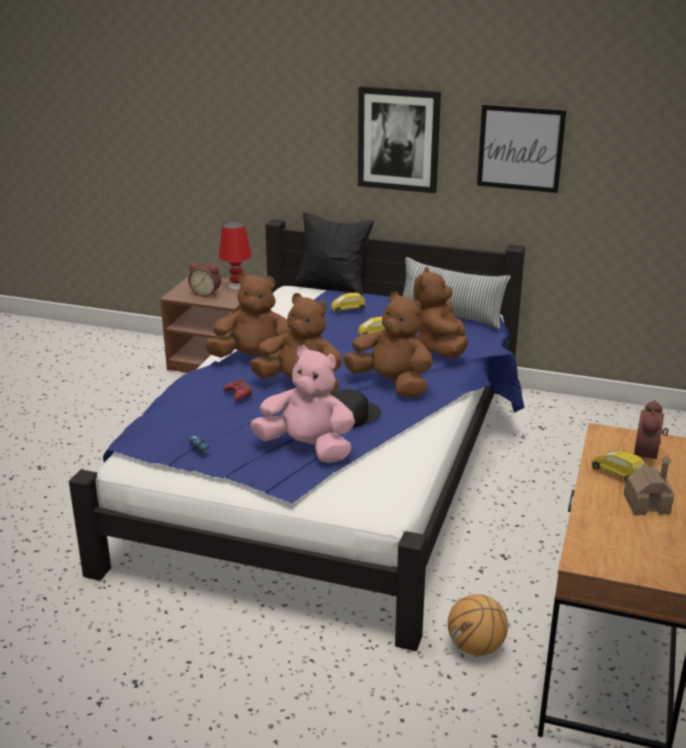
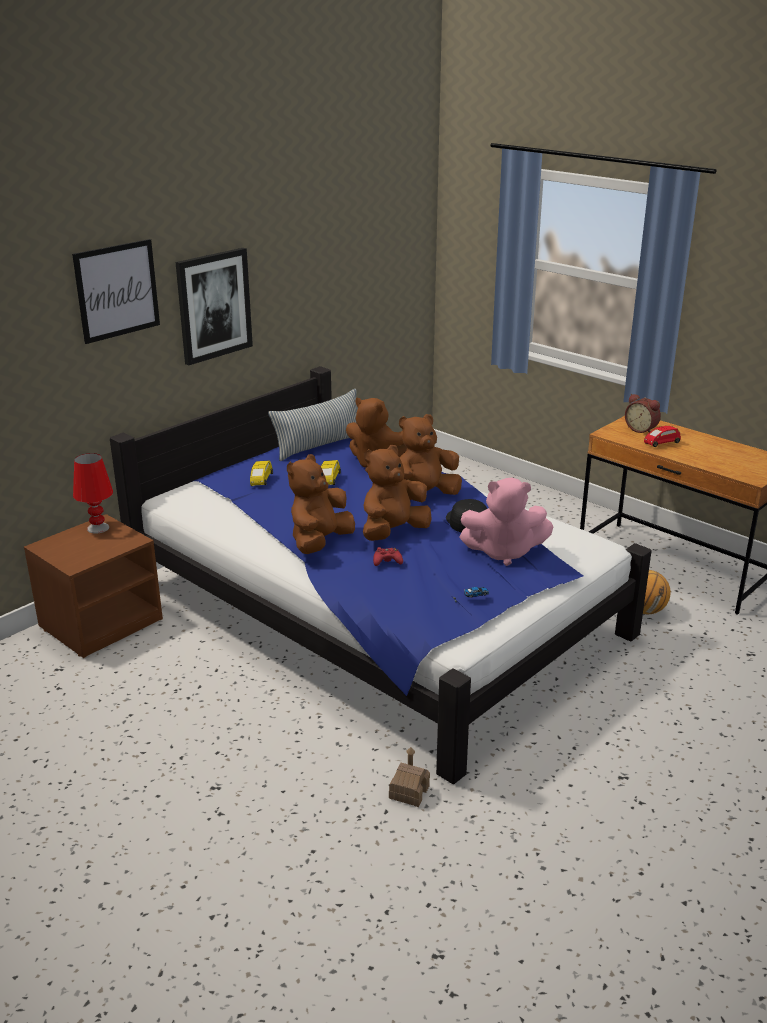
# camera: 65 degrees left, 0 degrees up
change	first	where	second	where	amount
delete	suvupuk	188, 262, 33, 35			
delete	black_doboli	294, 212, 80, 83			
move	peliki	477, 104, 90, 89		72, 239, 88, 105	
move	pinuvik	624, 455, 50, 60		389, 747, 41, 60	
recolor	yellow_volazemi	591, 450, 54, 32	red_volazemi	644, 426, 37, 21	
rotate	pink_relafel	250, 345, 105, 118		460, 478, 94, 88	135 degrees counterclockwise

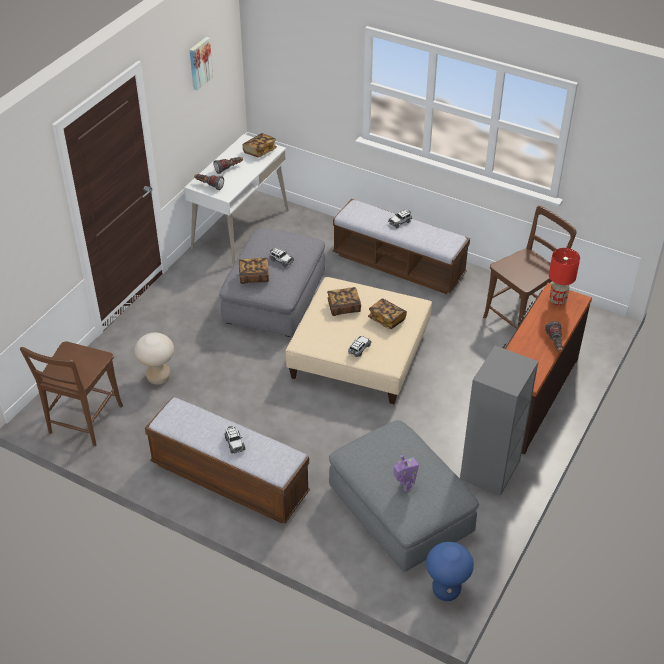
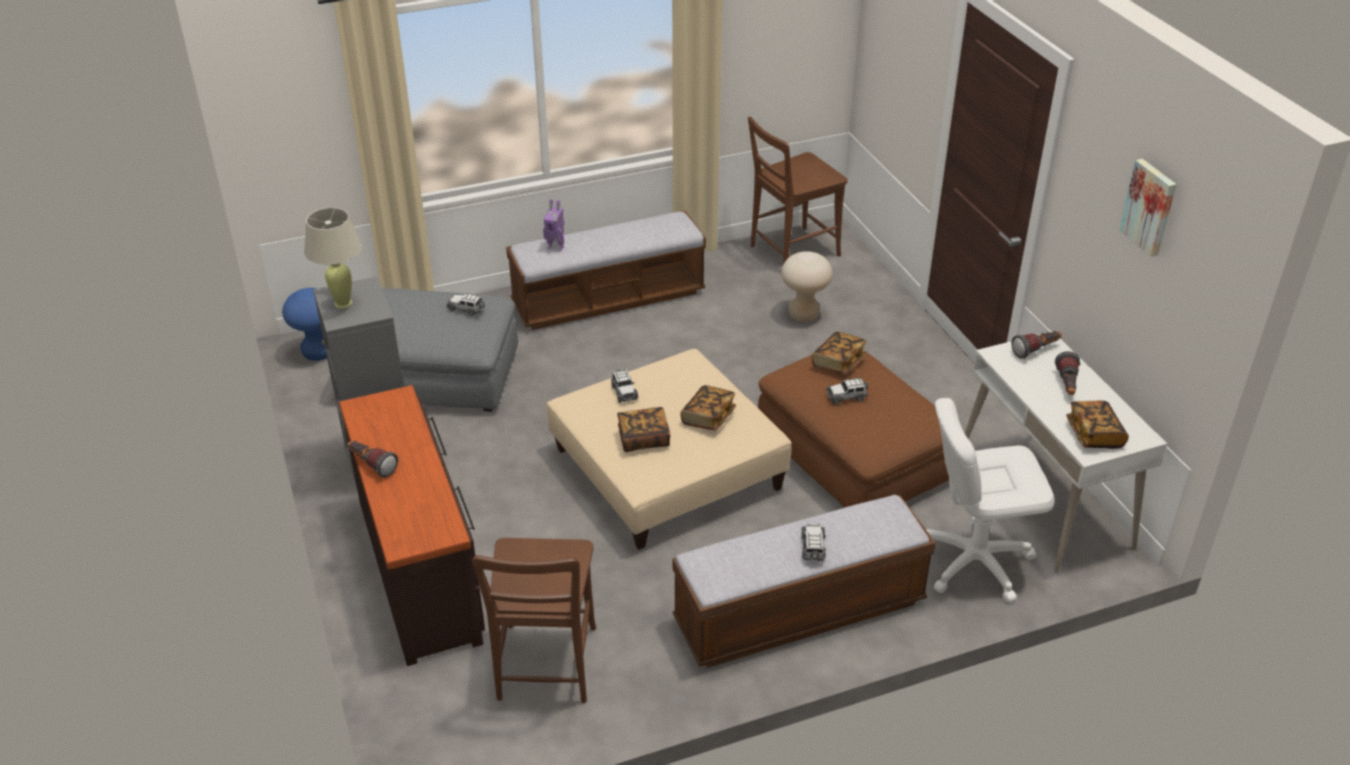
# camera: 130 degrees right, 5 degrees down
change	first	where	second	where	amount
delete	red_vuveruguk	549, 248, 31, 57			
insert			beige_vuveruguk	304, 207, 58, 102	
insert			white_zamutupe	927, 398, 128, 205	
move	volazemi	224, 426, 22, 28		447, 293, 38, 23	
move	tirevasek	394, 455, 25, 37		543, 199, 22, 52	
recolor	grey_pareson	219, 228, 106, 109	brown_pareson	758, 350, 191, 157	
rotate	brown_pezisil	20, 341, 103, 105		748, 116, 100, 148	90 degrees counterclockwise

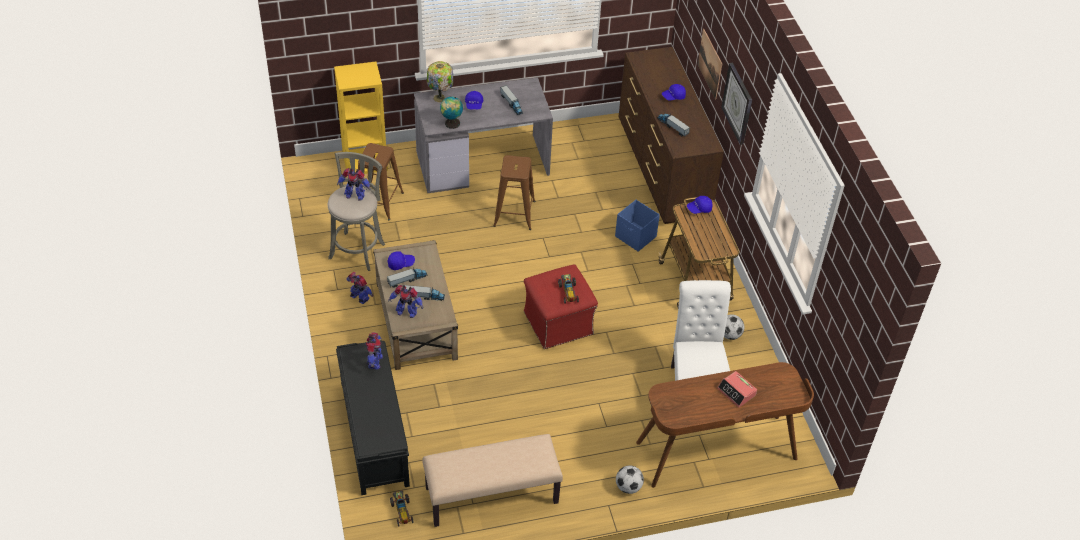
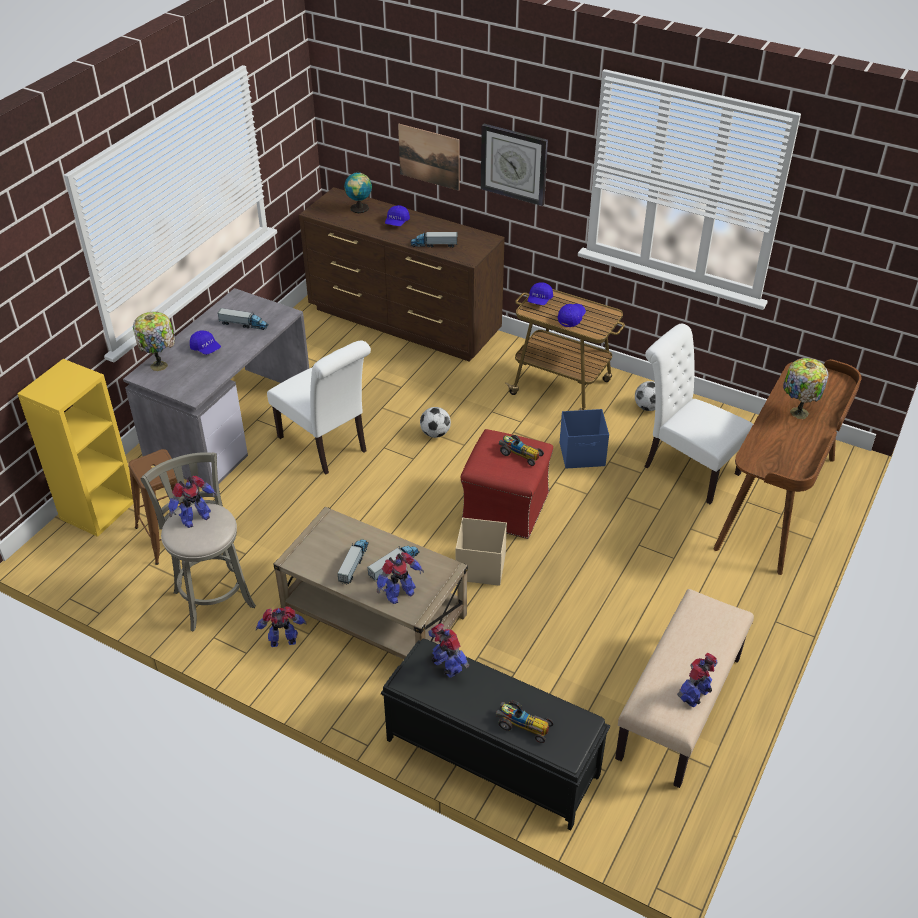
# camera: 45 degrees left, 5 degrees down
change	first	where	second	where	amount
insert			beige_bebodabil	456, 518, 51, 68	
insert			tirevasek	677, 653, 41, 54	
move	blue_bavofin	388, 251, 27, 19		558, 304, 28, 23	
move	volazemi	390, 491, 24, 36		496, 700, 58, 43	
move	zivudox	440, 96, 23, 33		344, 171, 28, 42	
move	blue_bebodabil	615, 200, 45, 52		560, 409, 49, 60	
move	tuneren	616, 465, 28, 29		420, 407, 31, 31	
replace	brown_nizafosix	493, 155, 42, 75	white_pezisil	267, 340, 104, 134	
replace	suvupuk	717, 371, 40, 37	vuveruguk	783, 358, 45, 61	

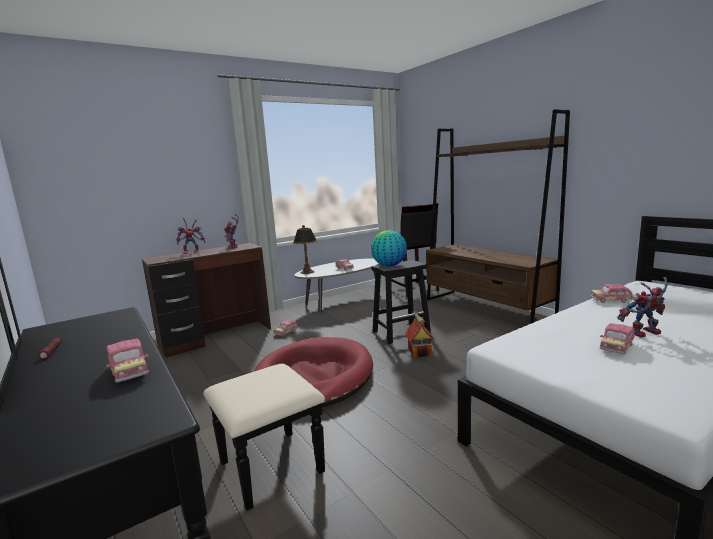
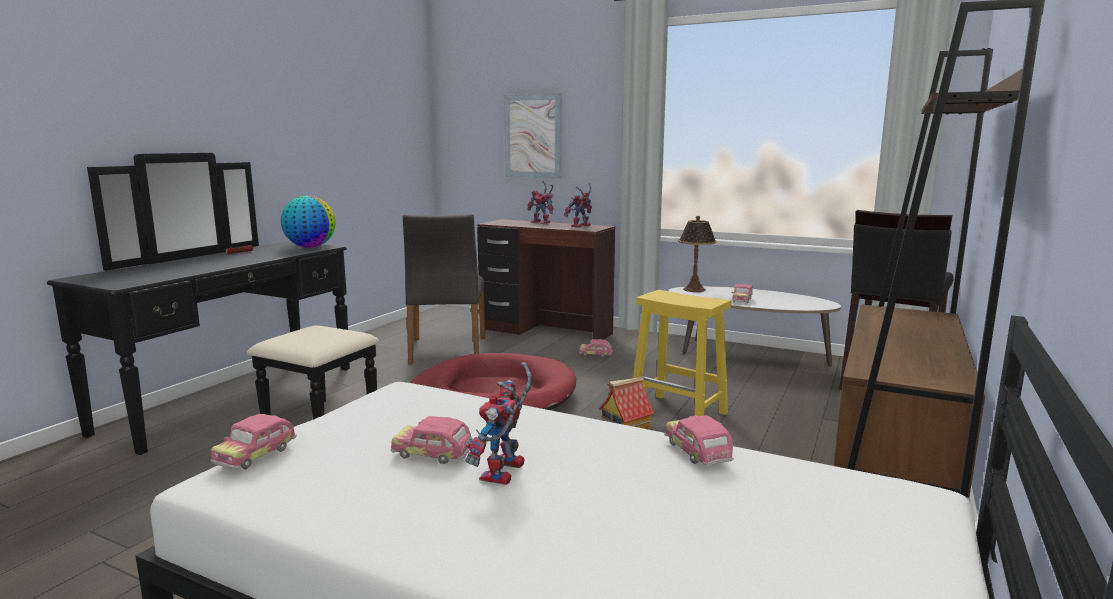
# camera: 60 degrees right, 0 degrees up
change	first	where	second	where	amount
insert			grey_pezisil	403, 214, 82, 150	
insert			peliki	504, 93, 58, 86	
move	volazemi	106, 338, 43, 45		210, 414, 87, 56	
move	zivudox	371, 230, 36, 36		281, 196, 55, 52	
recolor	black_nizafosix	372, 260, 59, 84	yellow_nizafosix	633, 290, 98, 127	
rotate	tirevasek	617, 277, 51, 60		465, 362, 67, 123	120 degrees counterclockwise

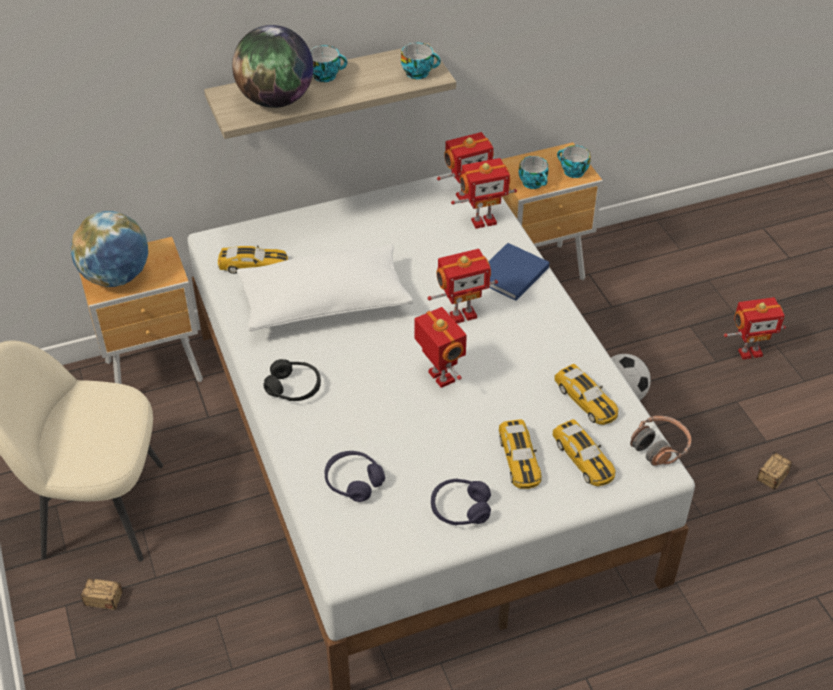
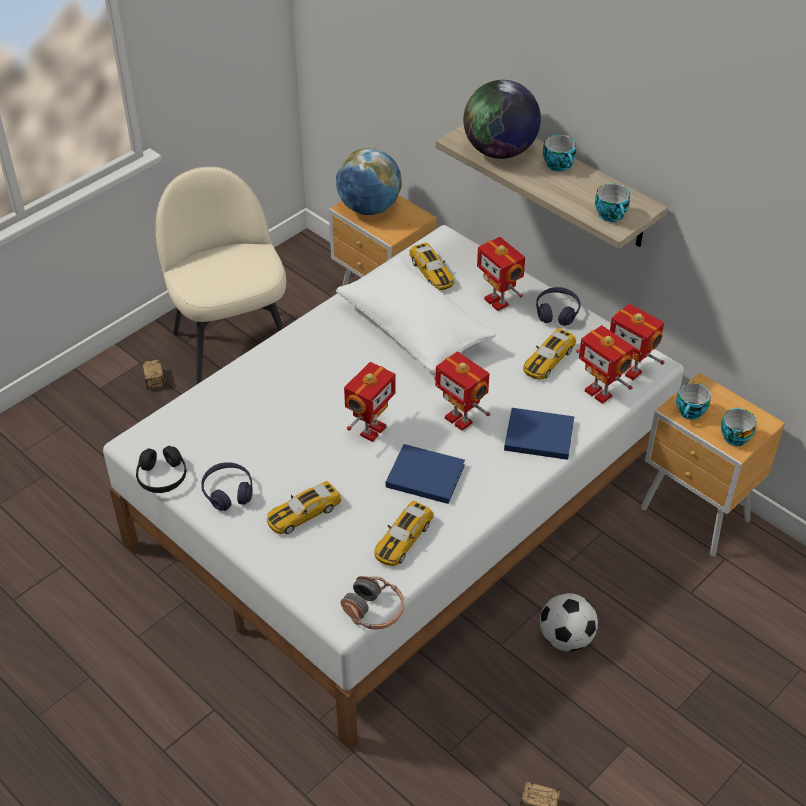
# camera: 65 degrees right, 0 degrees up
change	first	where	second	where	amount
insert			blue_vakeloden	386, 444, 79, 60	
move	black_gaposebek	264, 359, 57, 42		136, 446, 51, 47	
move	purple_gaposebek	325, 451, 60, 51		536, 287, 45, 39	
move	volazemi	552, 419, 64, 67		523, 328, 53, 52	
move	tirevasek	724, 297, 62, 63		477, 237, 48, 74	

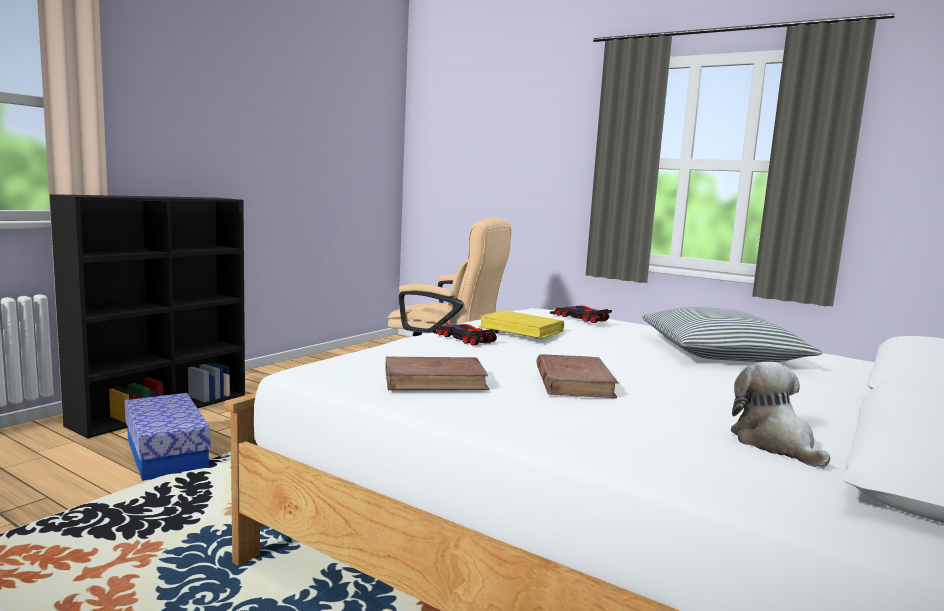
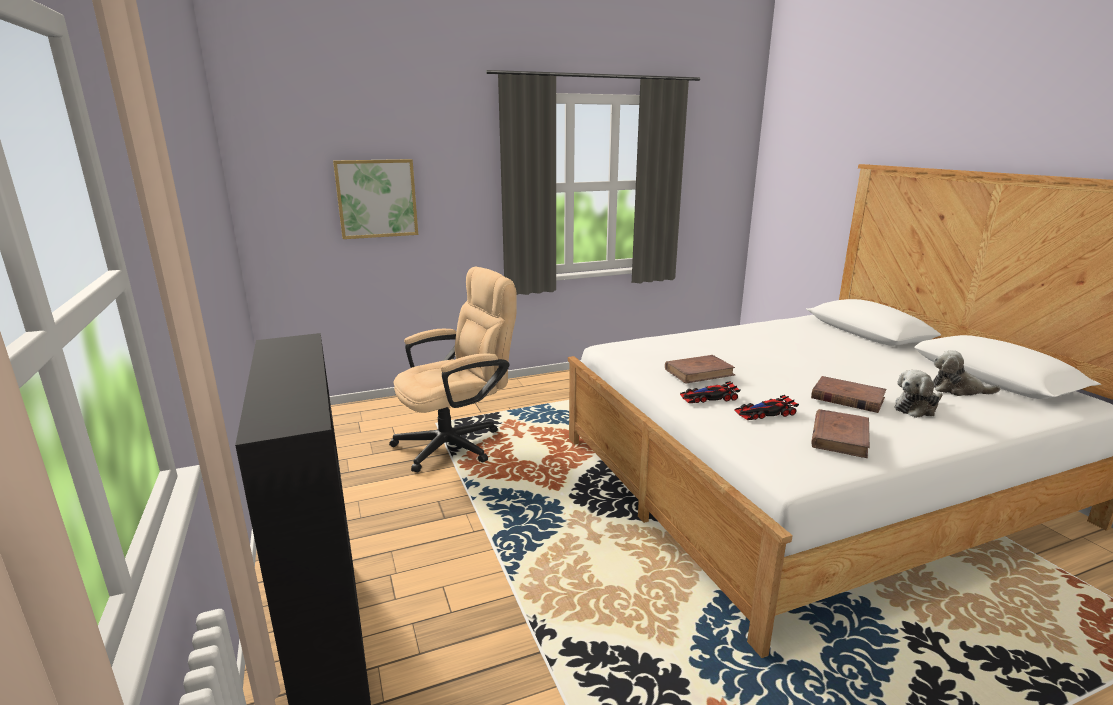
# camera: 55 degrees left, 10 degrees up
change	first	where	second	where	amount
delete	bebodabil	125, 393, 86, 88			
delete	doboli	642, 307, 180, 55			
insert			peliki	333, 159, 85, 80	
insert			relafel	894, 370, 49, 48	
move	volazemi	550, 306, 62, 17		735, 395, 64, 25	
recolor	yellow_vakeloden	479, 310, 85, 29	brown_vakeloden	665, 355, 70, 28	

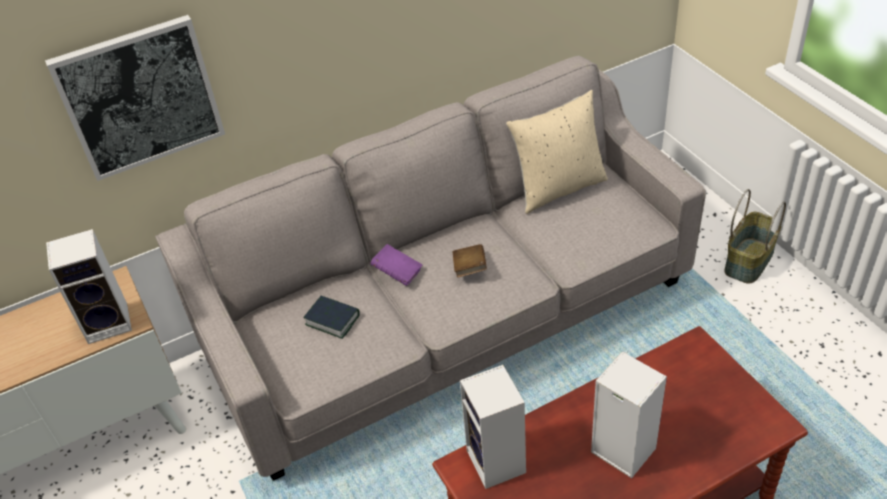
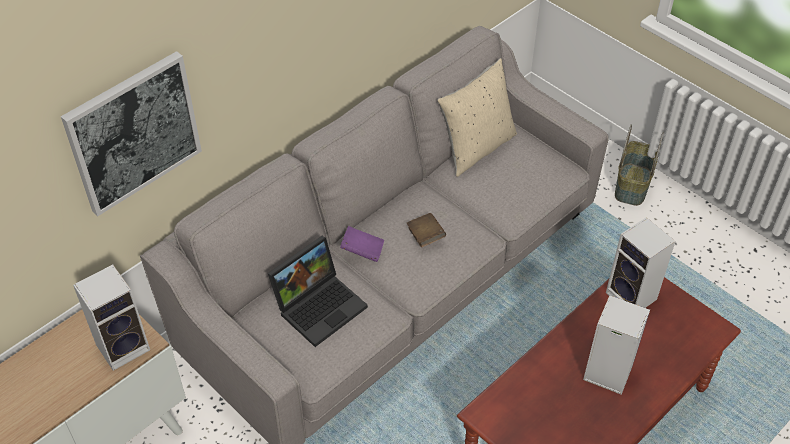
# camera: 20 degrees left, 5 degrees up
change	first	where	second	where	amount
move	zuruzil	460, 365, 66, 124		606, 217, 70, 91	
replace	vakeloden	303, 296, 57, 43	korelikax	268, 236, 100, 111	

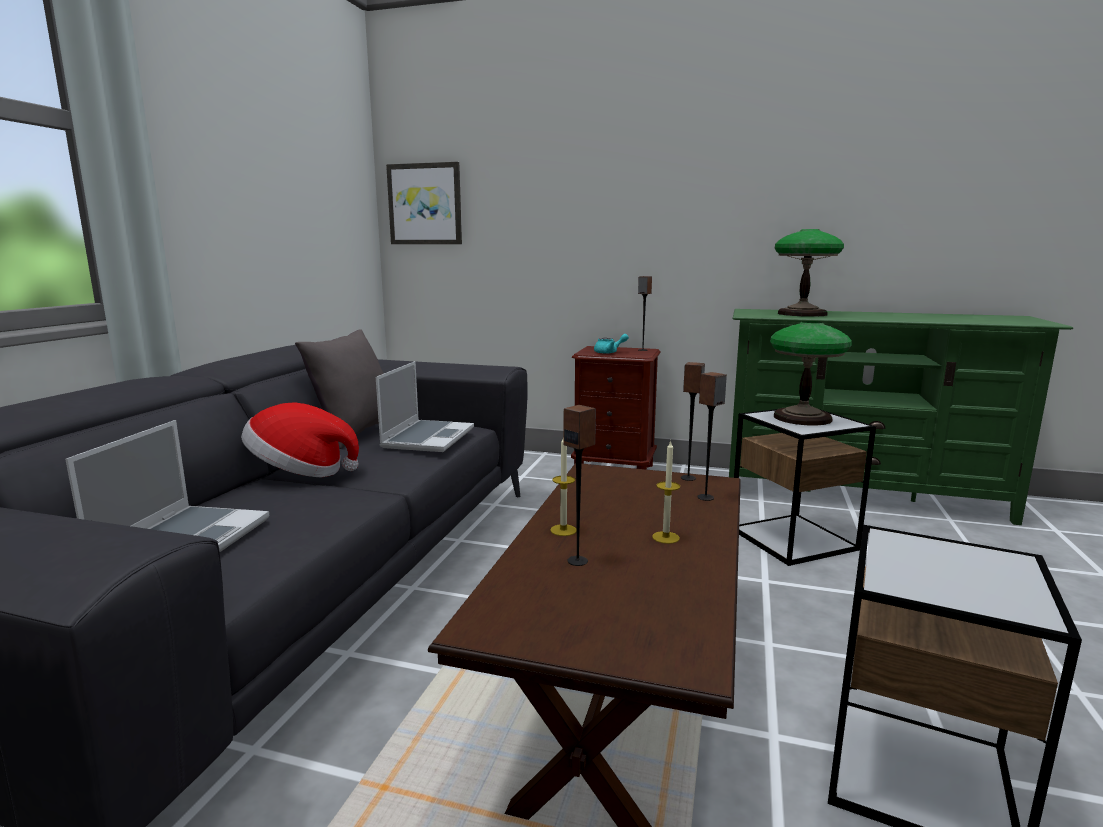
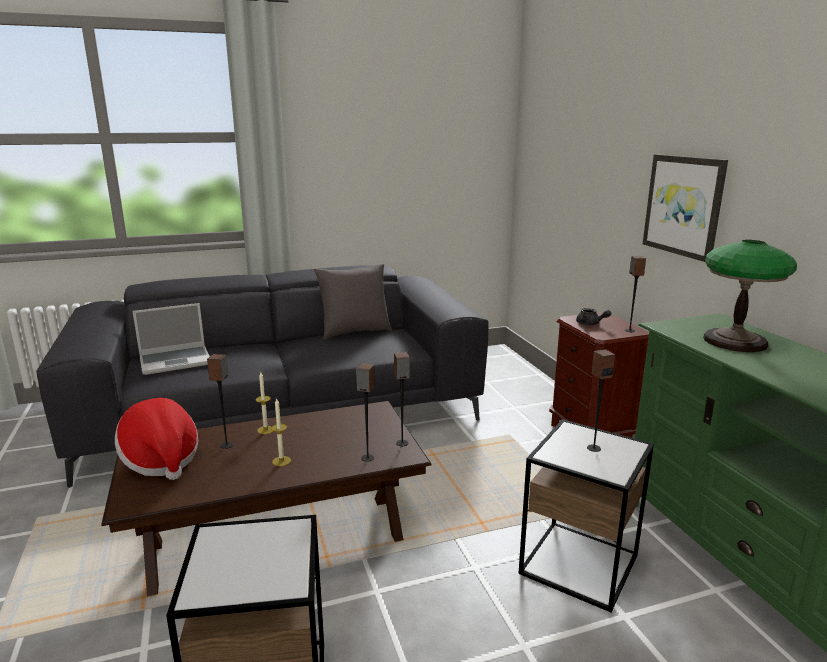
# camera: 55 degrees right, 5 degrees up
change	first	where	second	where	amount
delete	korelikax	376, 361, 98, 91			
move	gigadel	241, 402, 118, 76		115, 398, 83, 82	
move	peliki	386, 162, 76, 82		643, 154, 85, 108	
replace	vuveruguk	770, 321, 82, 105	zuruzil	587, 349, 28, 103	
recolor	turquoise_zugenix	594, 334, 35, 20	grey_zugenix	576, 308, 35, 17	

